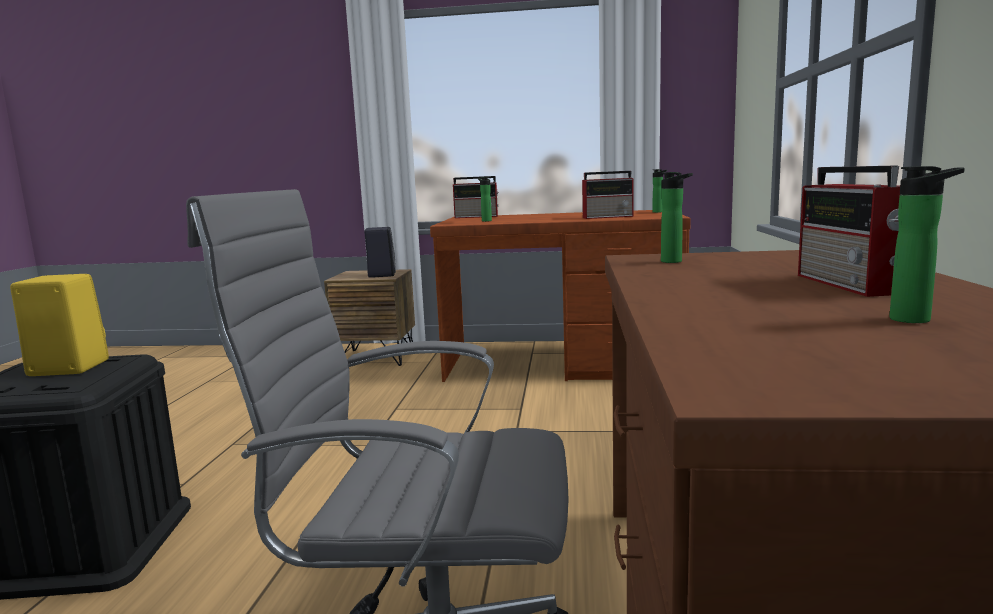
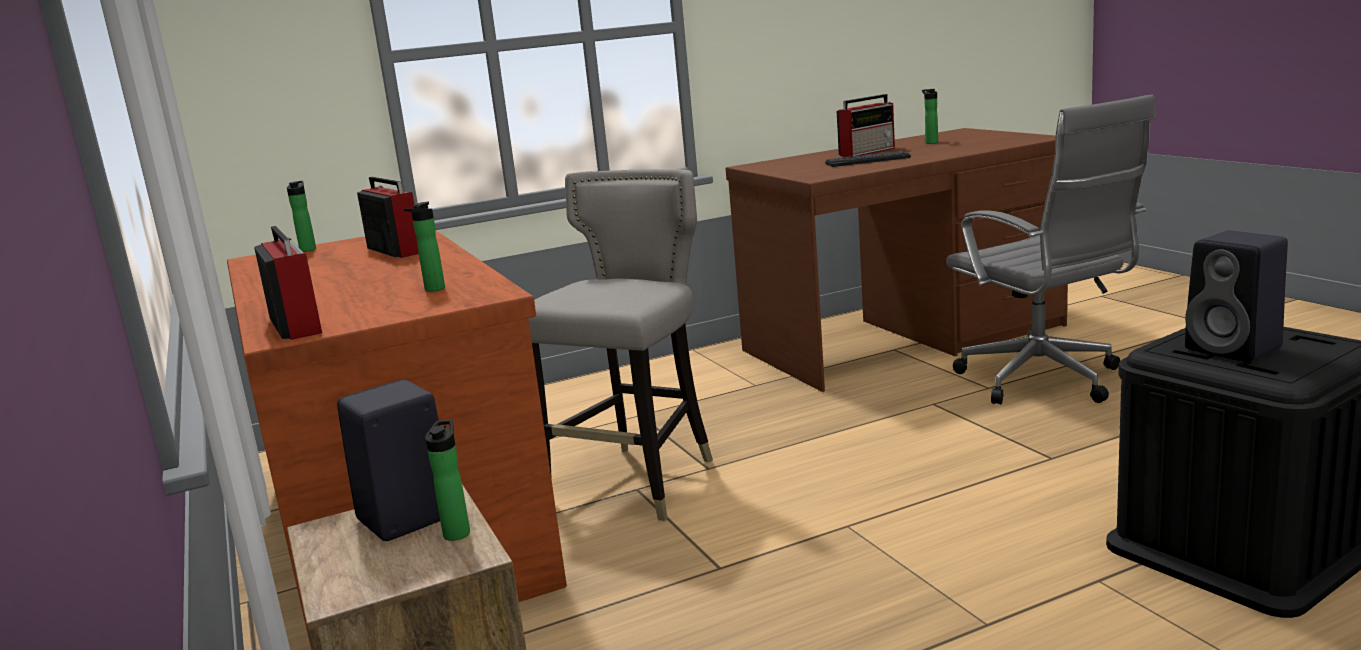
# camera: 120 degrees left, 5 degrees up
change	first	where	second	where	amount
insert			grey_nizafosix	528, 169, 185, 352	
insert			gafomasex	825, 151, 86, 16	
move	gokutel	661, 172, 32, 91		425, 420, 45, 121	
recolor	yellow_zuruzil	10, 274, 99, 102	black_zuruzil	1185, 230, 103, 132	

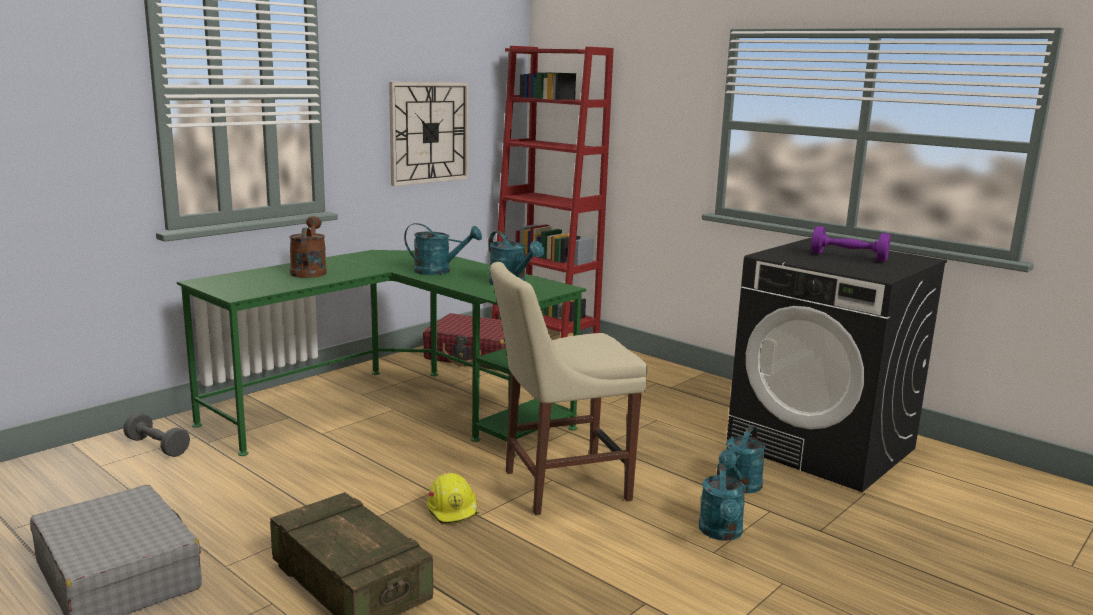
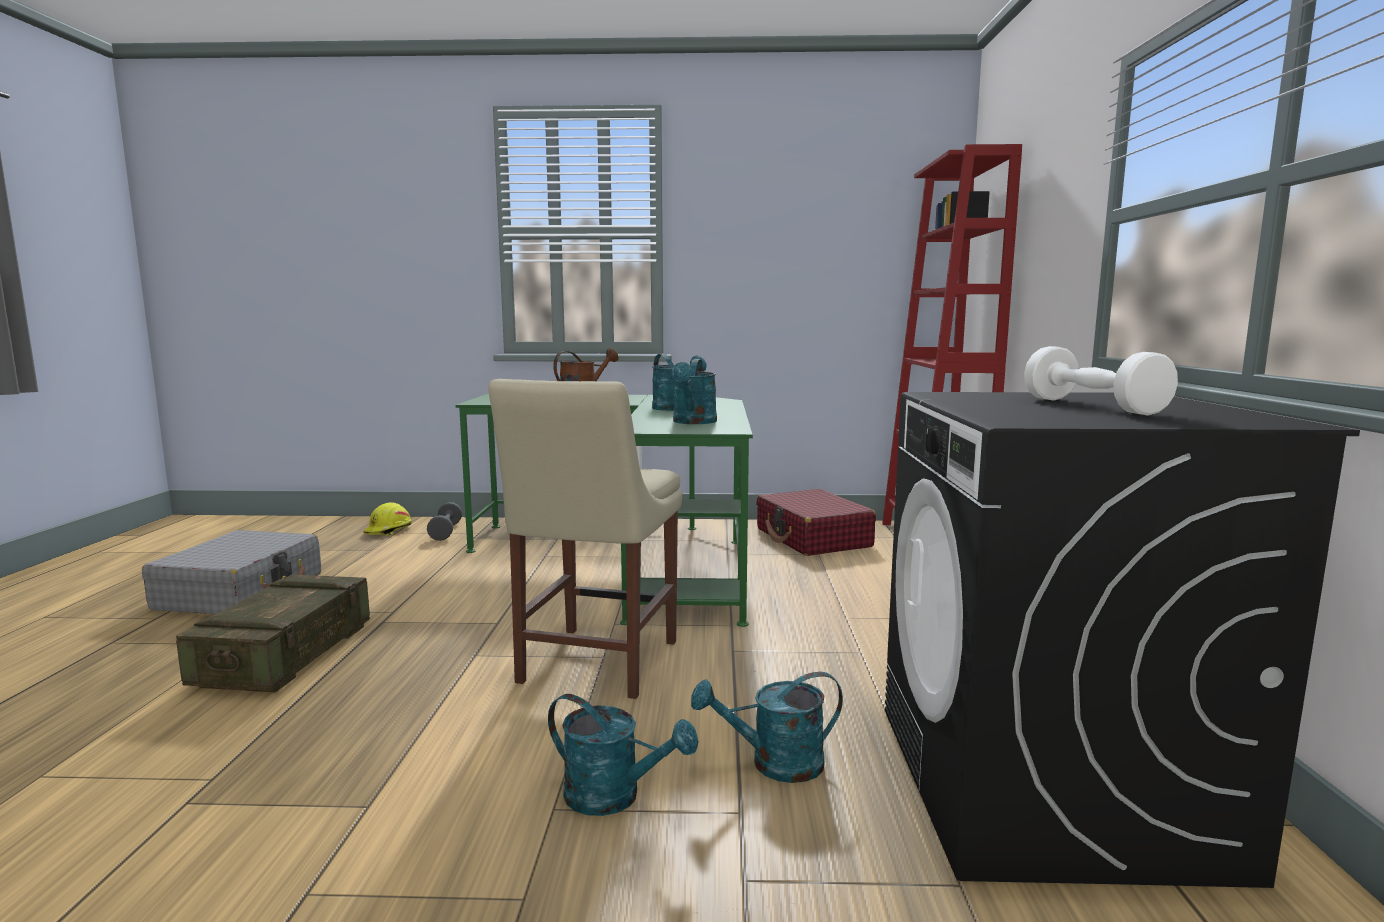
# camera: 50 degrees right, 5 degrees down
change	first	where	second	where	amount
delete	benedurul	389, 82, 80, 104			
move	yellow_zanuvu	427, 472, 52, 53		363, 502, 49, 33	
recolor	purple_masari	811, 226, 80, 36	white_masari	1024, 346, 154, 70	
rotate	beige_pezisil	490, 262, 158, 253		489, 379, 193, 320	105 degrees counterclockwise
rotate	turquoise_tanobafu	699, 463, 47, 78		548, 694, 150, 122	120 degrees counterclockwise

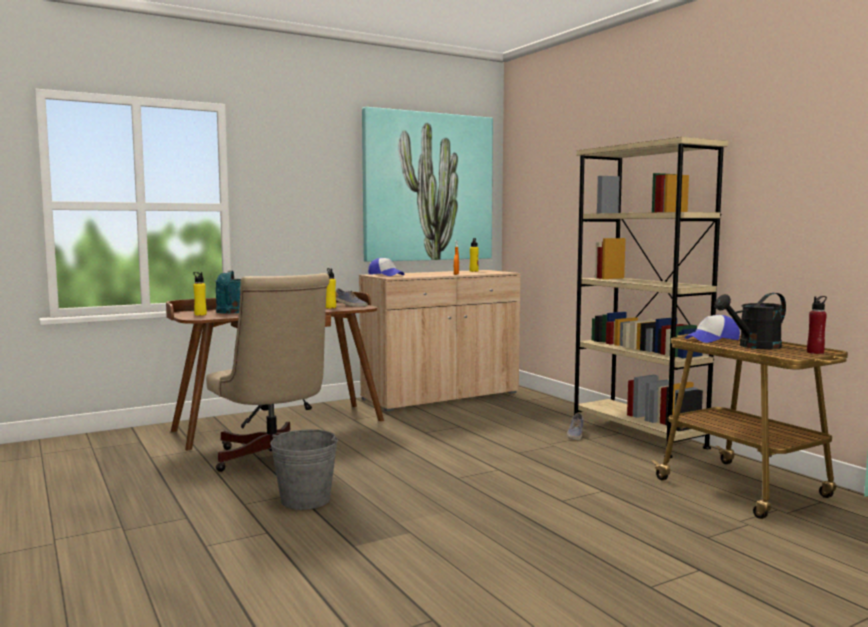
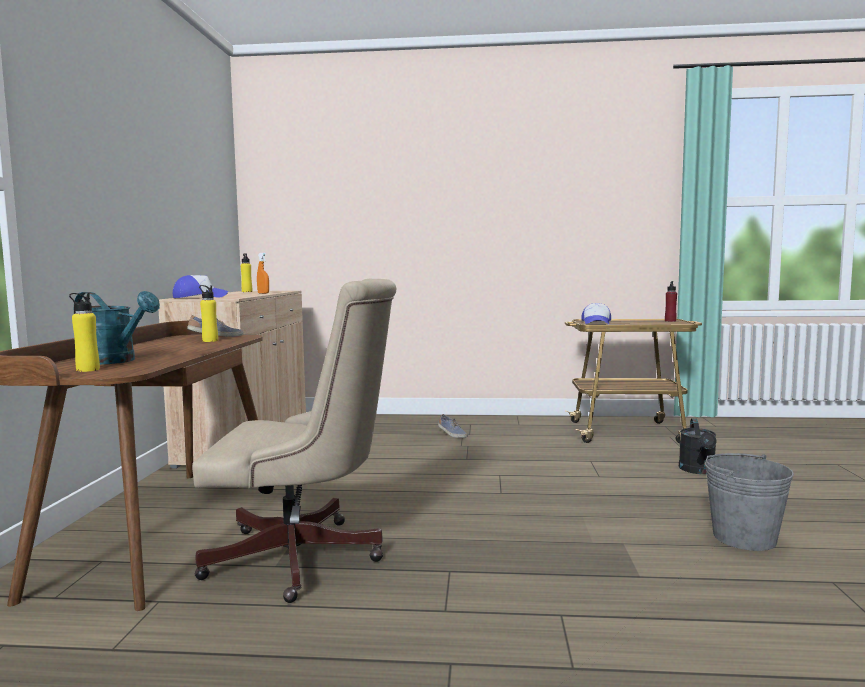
# camera: 55 degrees left, 0 degrees up
change	first	where	second	where	amount
delete	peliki	362, 107, 131, 155			
delete	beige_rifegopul	574, 137, 154, 321			
move	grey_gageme	270, 429, 68, 81		705, 453, 89, 98	
move	black_tanobafu	715, 293, 71, 56		679, 418, 38, 56	

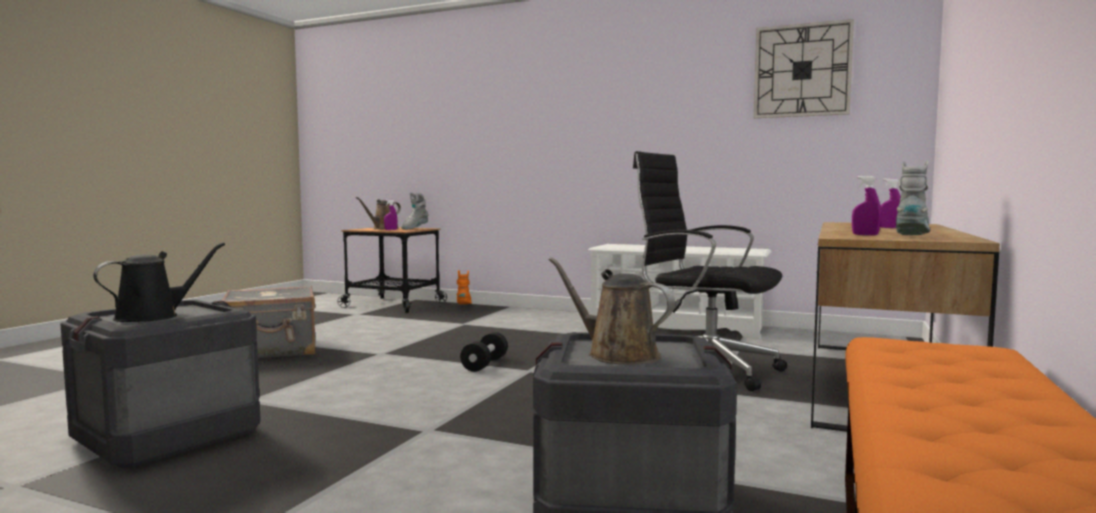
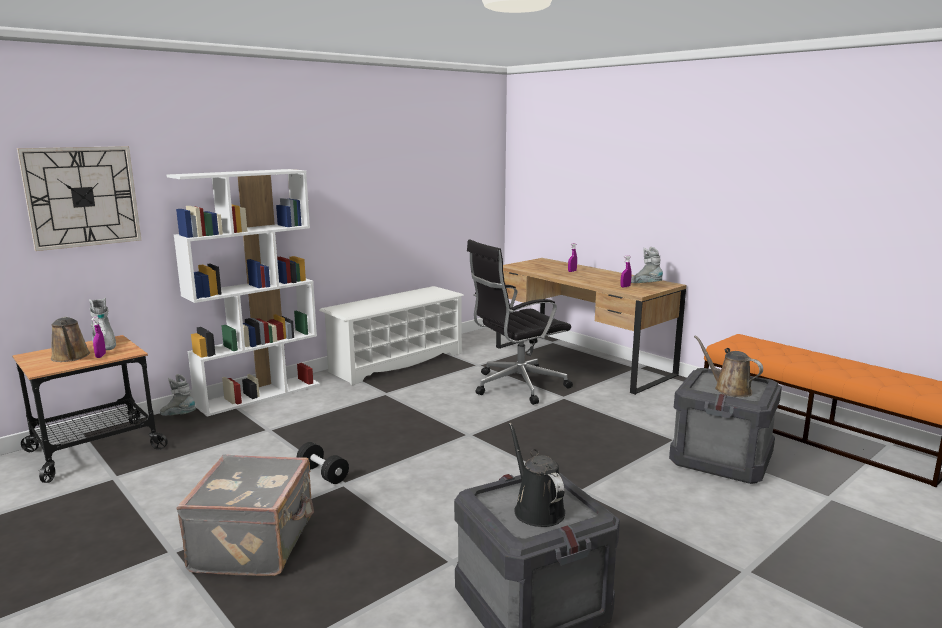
# camera: 65 degrees left, 10 degrees up
change	first	where	second	where	amount
insert			white_rifegopul	167, 169, 153, 248	
move	black_masari	460, 332, 48, 40		297, 442, 52, 42	
move	benedurul	754, 19, 100, 99		17, 146, 124, 105	
recolor	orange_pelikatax	456, 270, 16, 34	grey_pelikatax	160, 374, 36, 42	
rotate	brown_tanobafu	549, 257, 126, 108		694, 335, 69, 62	75 degrees clockwise

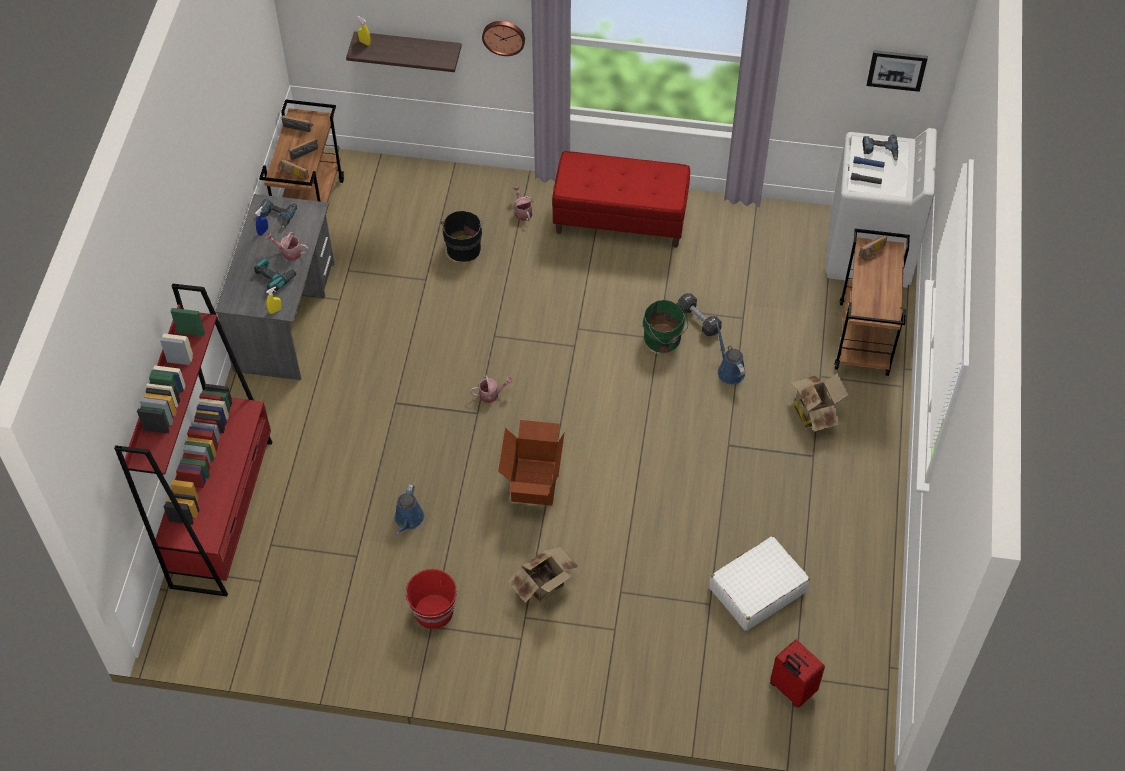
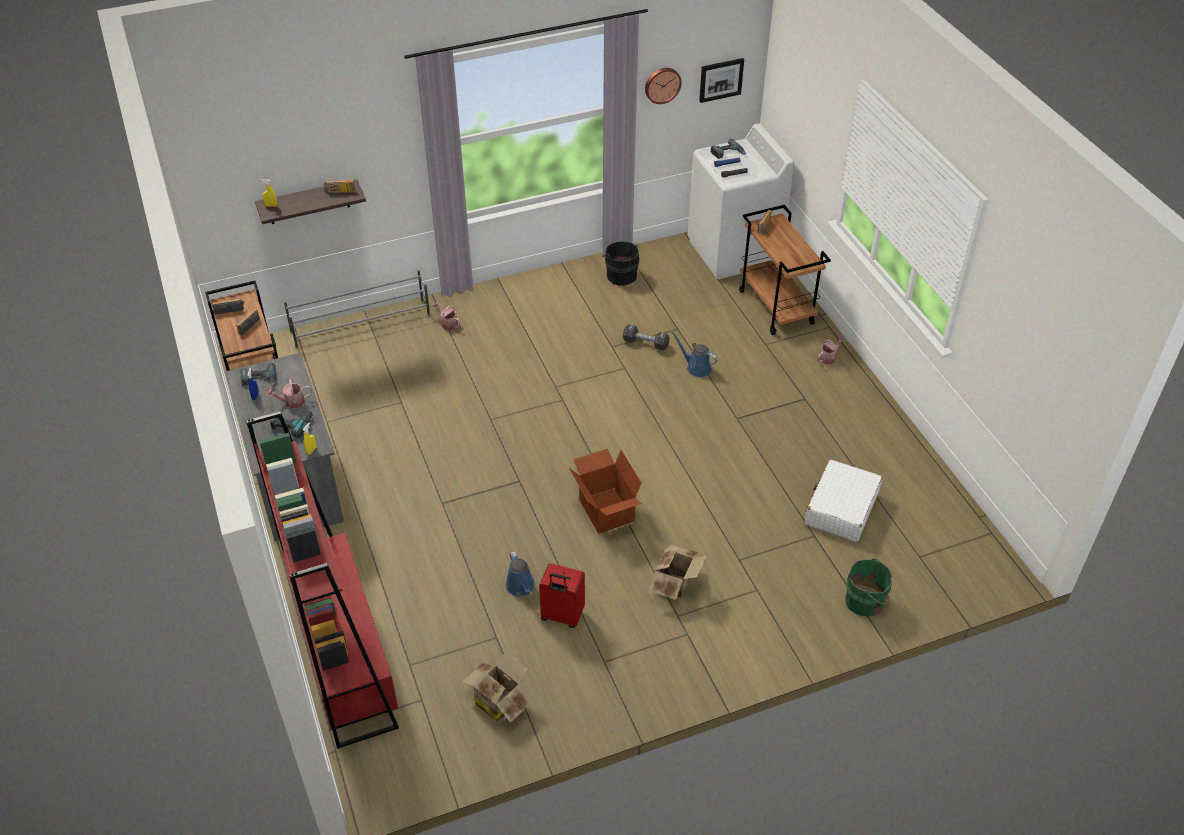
# camera: 30 degrees left, 10 degrees down
change	first	where	second	where	amount
delete	red_gageme	405, 569, 53, 60			
delete	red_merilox	552, 151, 138, 97			
insert			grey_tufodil	284, 269, 146, 80	
move	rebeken	279, 159, 30, 21		323, 180, 32, 16	
move	black_gageme	441, 211, 43, 51		602, 241, 37, 45	
move	tanobafu	470, 375, 43, 28		818, 335, 27, 29	
move	benedurul	482, 21, 43, 35		645, 68, 37, 36	
move	green_gageme	643, 300, 45, 53		846, 558, 46, 59	
move	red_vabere	770, 639, 55, 69		539, 563, 46, 65	
move	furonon	790, 373, 59, 59		461, 650, 71, 73	

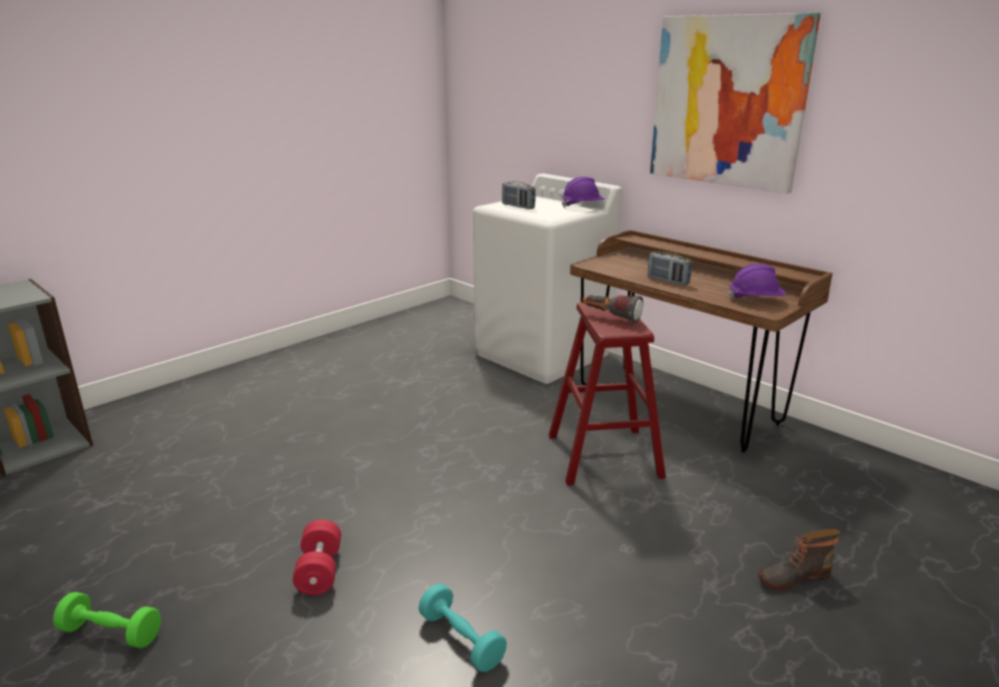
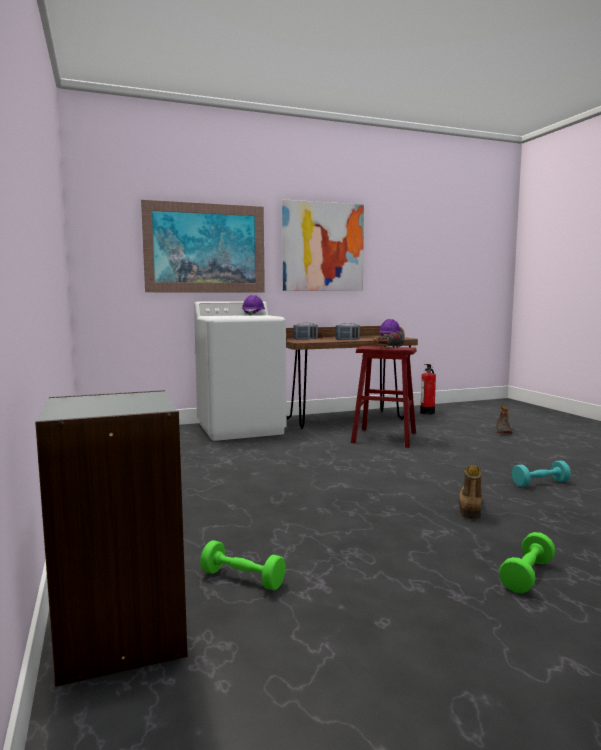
# camera: 65 degrees left, 15 degrees down
change	first	where	second	where	amount
insert			peliki	141, 200, 124, 93	
insert			green_masari	200, 540, 86, 51	
insert			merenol	420, 364, 16, 51	
move	rebeken	502, 181, 34, 28		293, 323, 25, 17	
replace	red_masari	293, 519, 48, 76	pelikatax	458, 465, 24, 54	

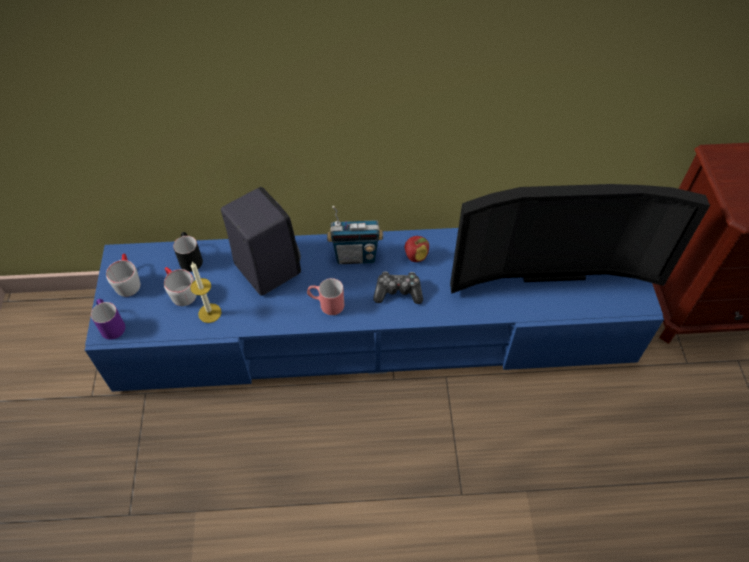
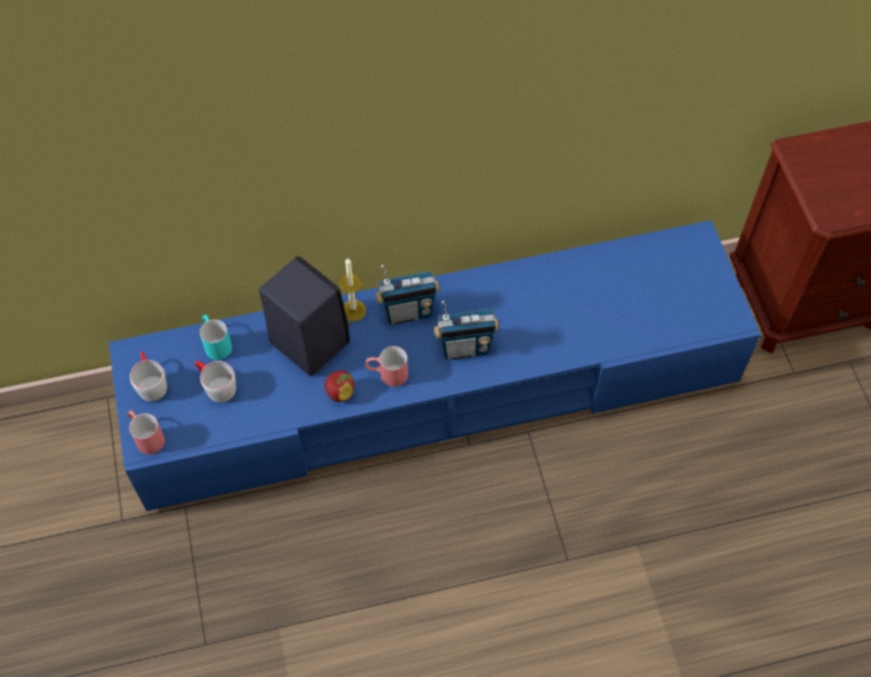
# camera: 10 degrees left, 5 degrees up
change	first	where	second	where	amount
delete	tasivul	450, 184, 260, 110			
move	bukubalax	190, 262, 32, 61		339, 258, 27, 63	
move	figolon	405, 236, 24, 26		325, 371, 29, 31	
replace	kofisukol	373, 271, 50, 33	rebeken	433, 301, 66, 59	
recolor	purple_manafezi	91, 299, 34, 41	red_manafezi	127, 410, 38, 44	
recolor	black_manafezi	173, 232, 30, 40	turquoise_manafezi	200, 315, 32, 45	

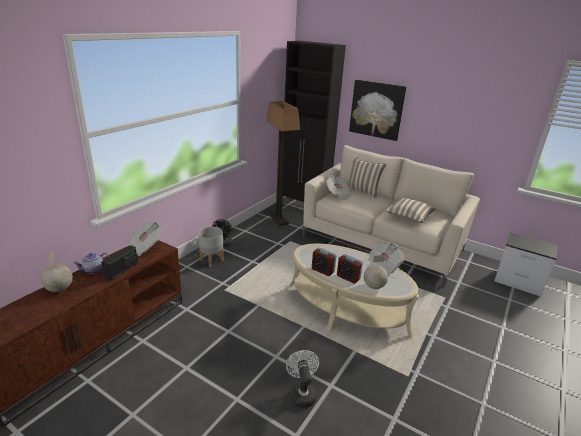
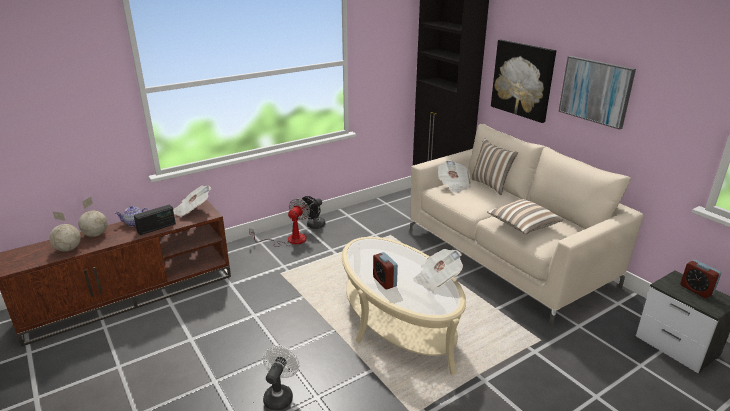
# camera: 25 degrees right, 0 degrees up
change	first	where	second	where	amount
delete	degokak	266, 101, 34, 125			
insert			peliki	558, 56, 78, 74	
move	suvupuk	312, 248, 24, 28		680, 260, 41, 38	
move	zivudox	364, 255, 24, 34		49, 211, 32, 41	
replace	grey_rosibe	199, 227, 25, 40	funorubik	249, 198, 61, 49	

